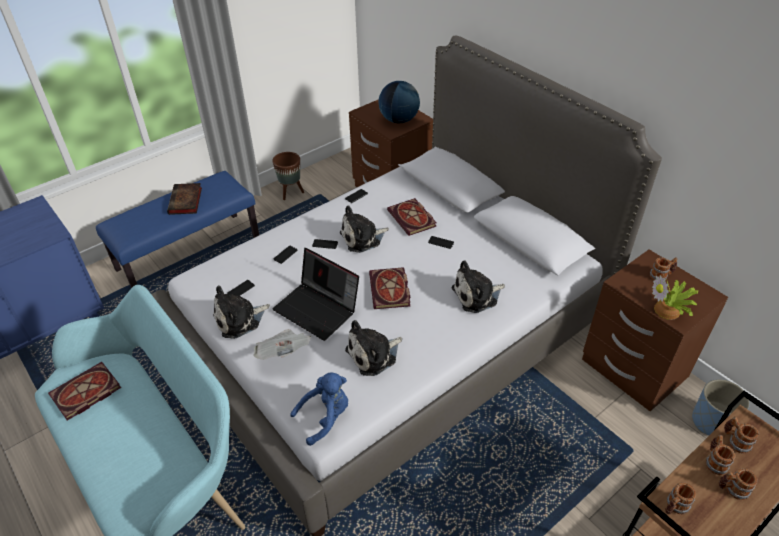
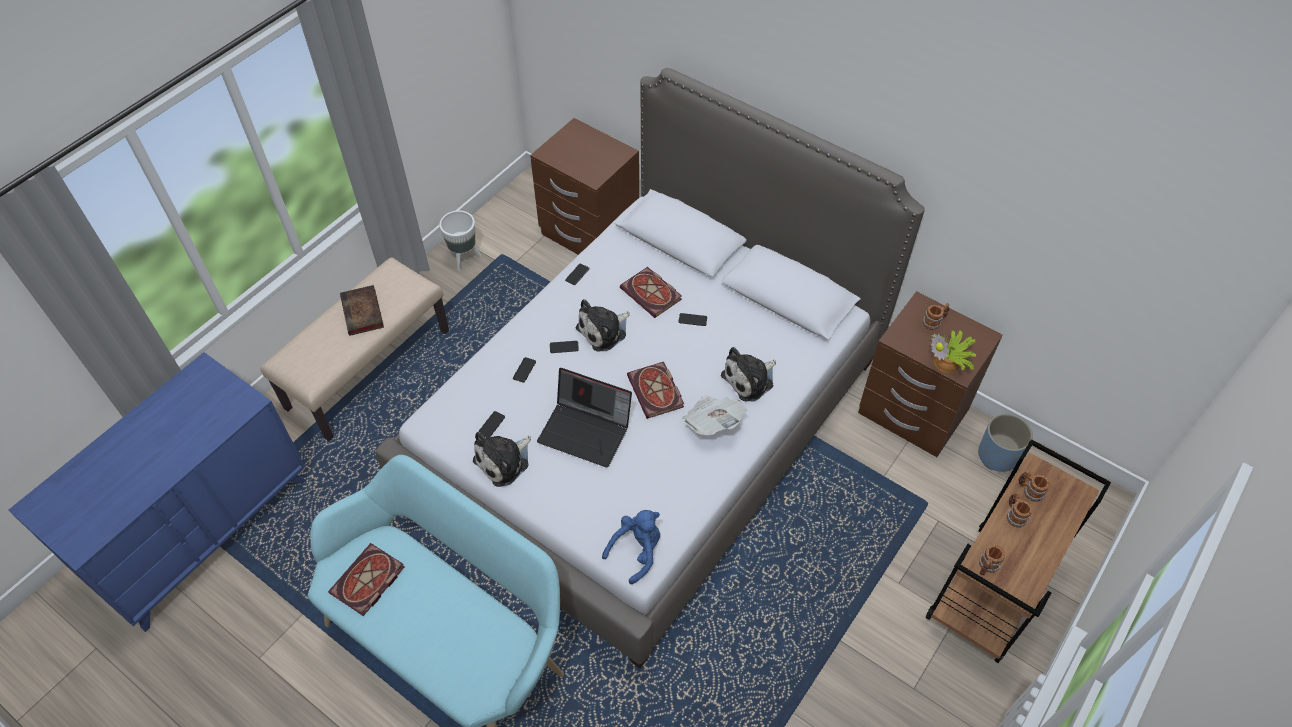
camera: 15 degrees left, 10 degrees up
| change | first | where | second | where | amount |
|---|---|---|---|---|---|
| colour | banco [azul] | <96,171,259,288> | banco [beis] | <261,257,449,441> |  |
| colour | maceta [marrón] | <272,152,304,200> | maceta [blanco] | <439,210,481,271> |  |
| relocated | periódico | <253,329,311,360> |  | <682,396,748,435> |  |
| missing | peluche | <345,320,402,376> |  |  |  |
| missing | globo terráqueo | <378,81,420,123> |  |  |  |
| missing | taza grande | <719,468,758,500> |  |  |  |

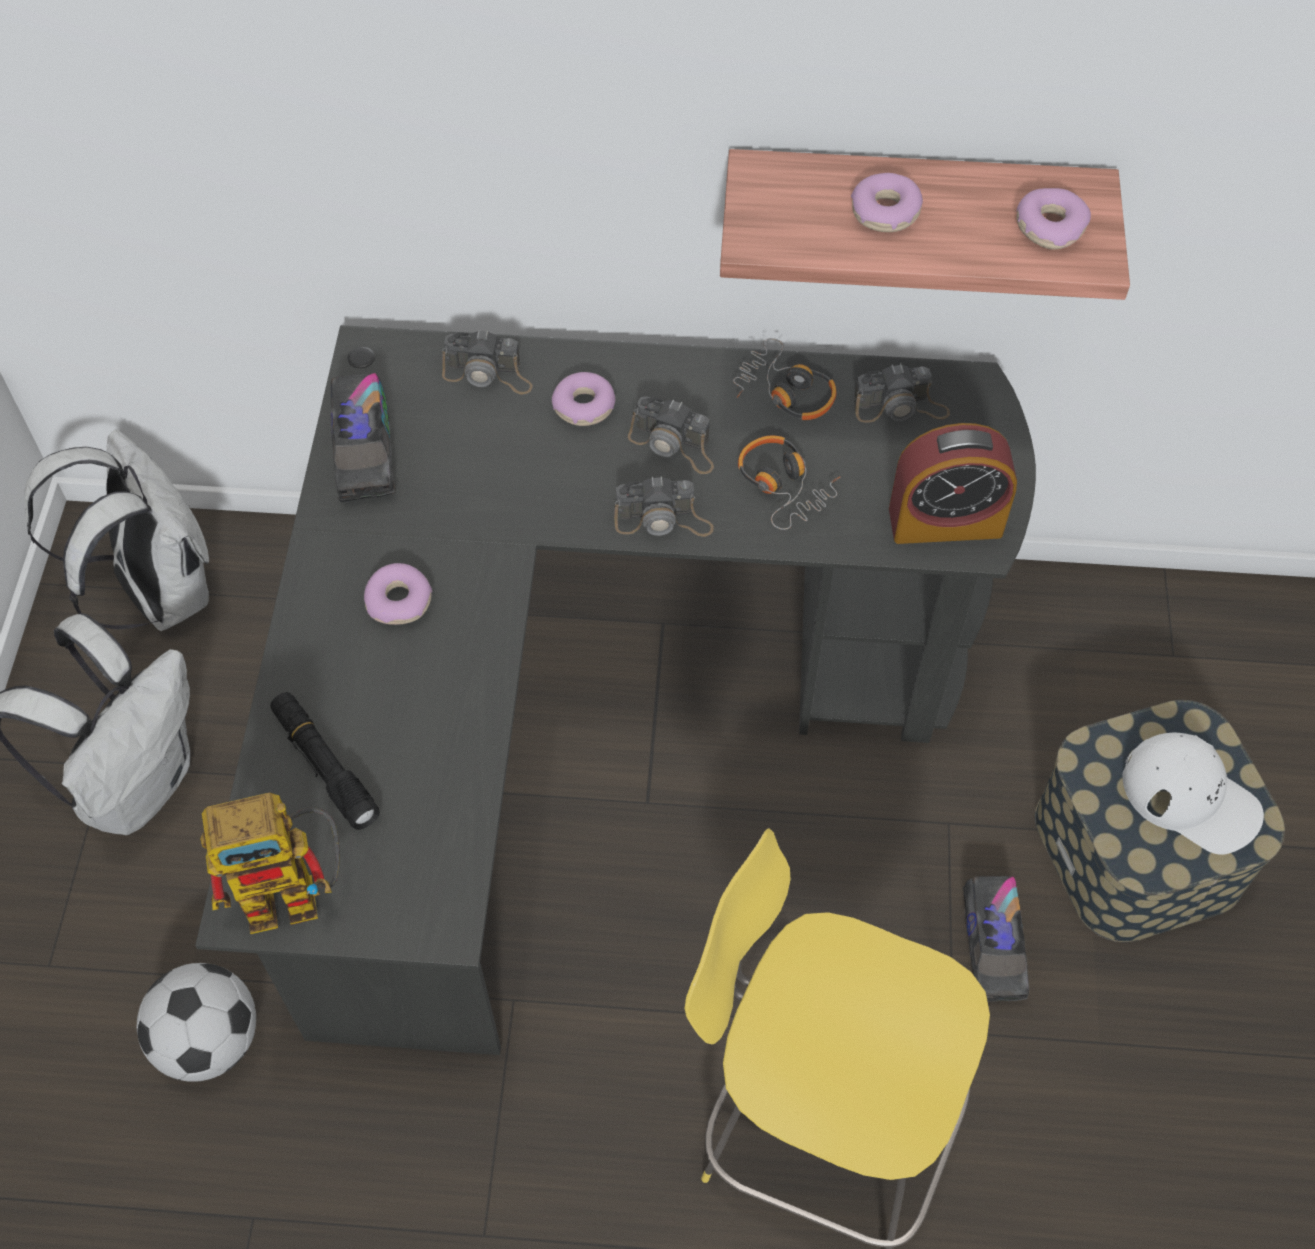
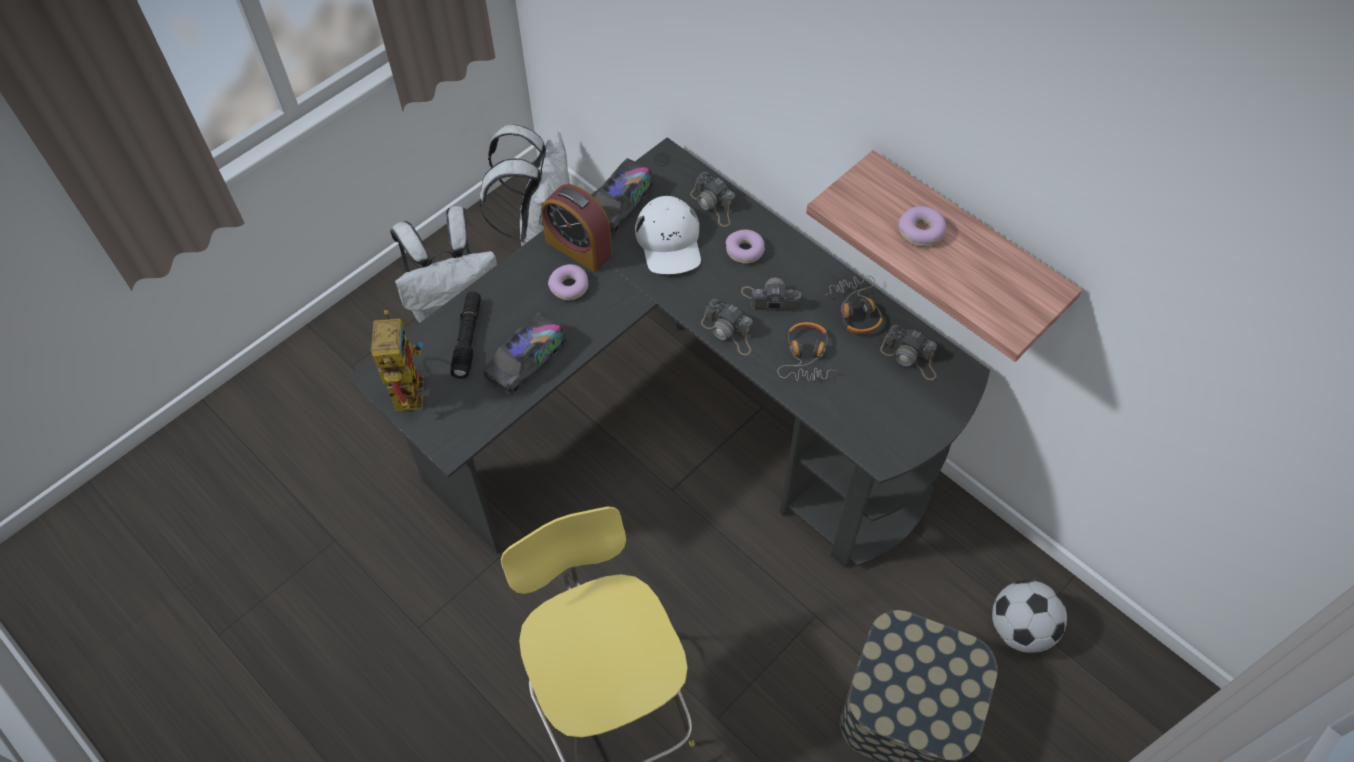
camera: 40 degrees right, 0 degrees up
| change | first | where | second | where | amount |
|---|---|---|---|---|---|
| spun | robot de juguete | <200,793,340,934> |  | <369,310,424,412> | 120 degrees counterclockwise |
| relocated | camión de juguete | <963,876,1029,1001> |  | <483,311,567,395> |  |
| relocated | despertador | <889,423,1017,544> |  | <541,184,612,272> |  |
| relocated | gorra [blanco] | <1123,733,1264,855> |  | <635,196,701,274> |  |
| spun | cámara | <628,396,714,474> |  | <741,278,802,312> | 120 degrees clockwise |
| relocated | balón de fútbol | <137,963,256,1082> |  | <992,580,1067,653> |  |
| missing | rosquilla | <1016,188,1091,250> |  |  |  |

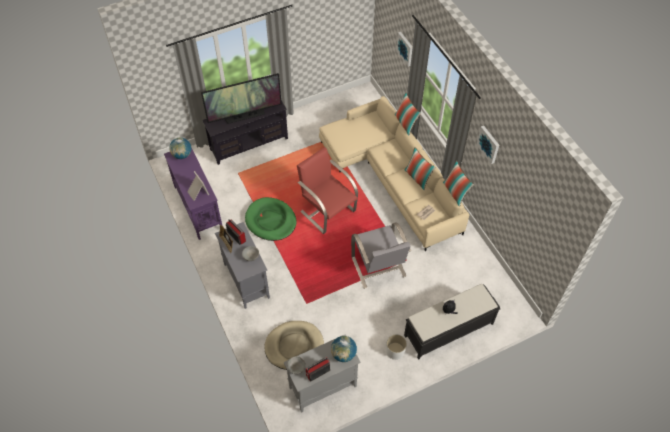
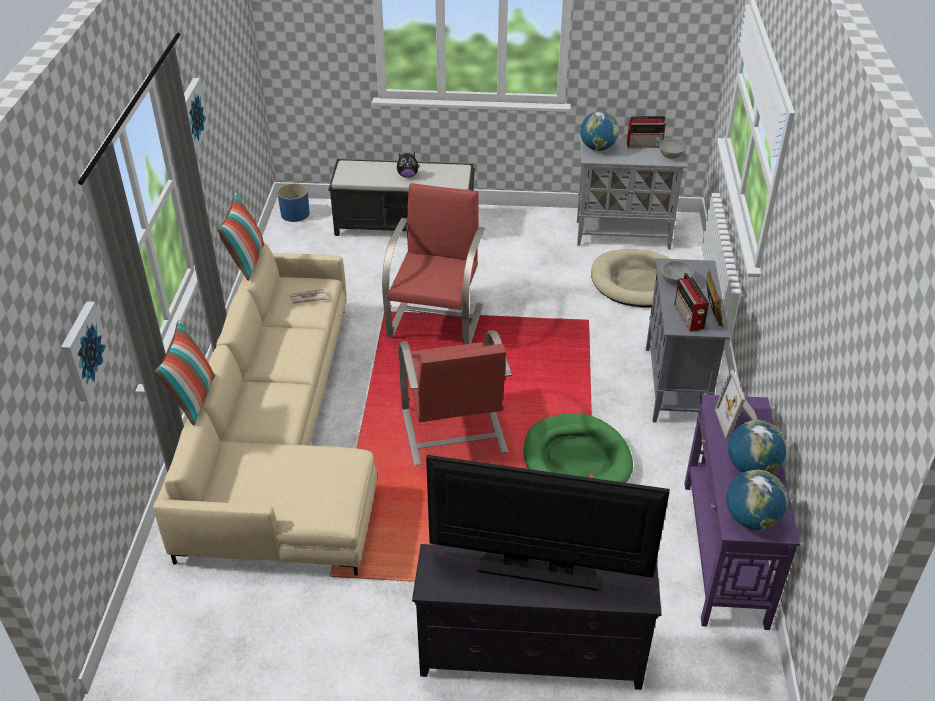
camera: 150 degrees left, 15 degrees down
| change | first | where | second | where | amount |
|---|---|---|---|---|---|
| appeared |  |  | maceta [azul] | <277,183,310,222> |  |
| colour | sillón [gris] | <351,222,411,289> | sillón [rojo] | <382,183,485,345> |  |
| appeared |  |  | globo terráqueo | <728,420,787,474> |  |
| missing | maceta [blanco] | <386,335,407,360> |  |  |  |
| missing | cojín | <404,147,436,190> |  |  |  |

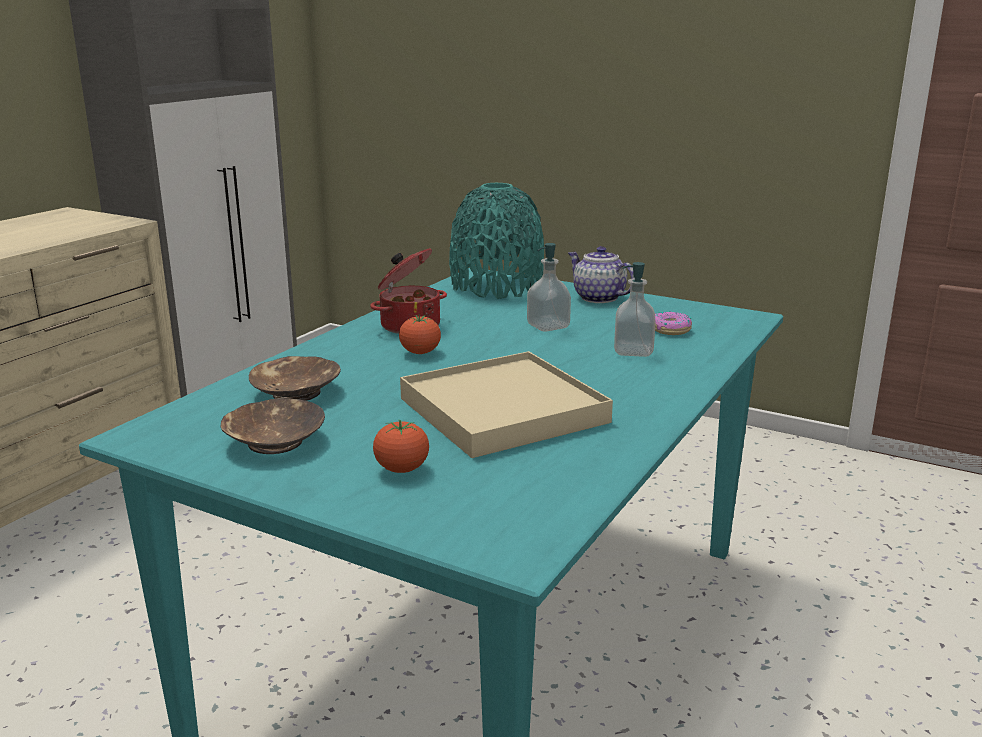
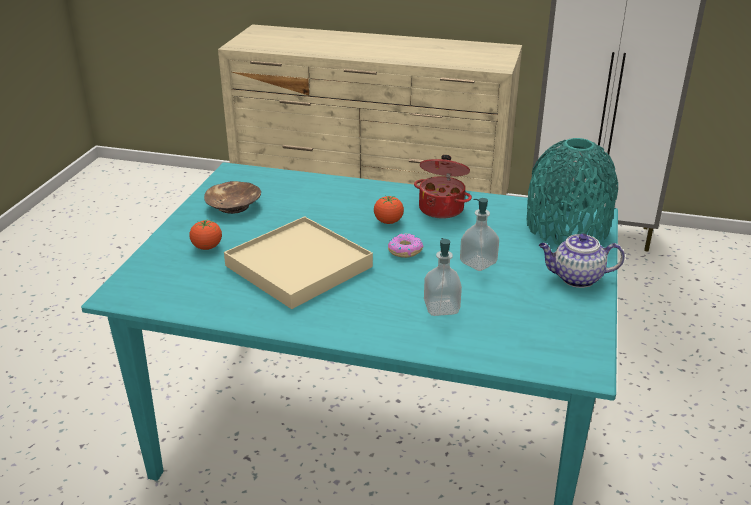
camera: 75 degrees right, 10 degrees up
| change | first | where | second | where | amount |
|---|---|---|---|---|---|
| relocated | rosquilla | <655,311,692,335> |  | <388,233,423,258> |  |
| spun | tetera | <568,246,634,303> |  | <539,234,625,288> | 120 degrees counterclockwise |
| missing | cuenco [marrón] | <249,356,341,401> |  |  |  |

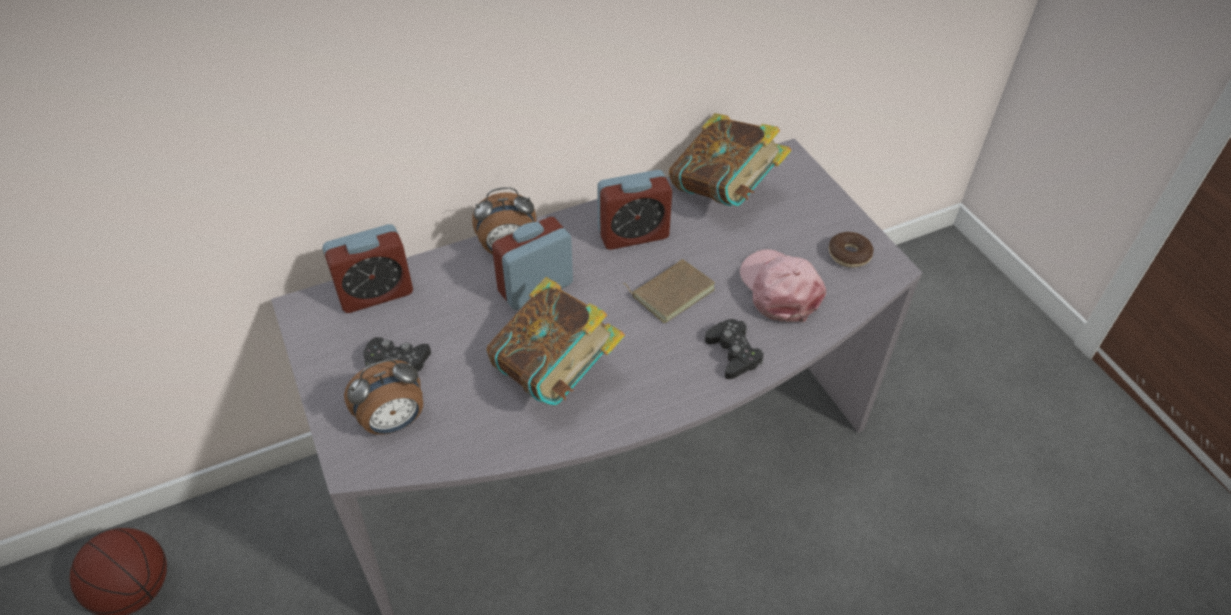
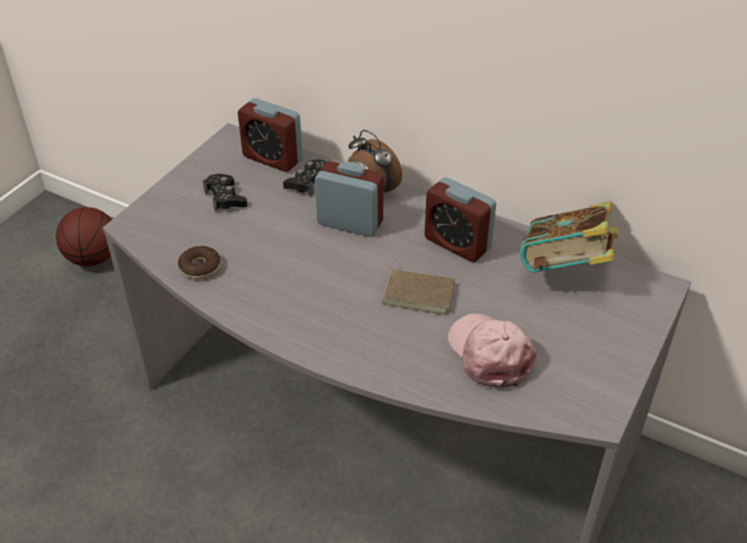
camera: 55 degrees right, 5 degrees down
| change | first | where | second | where | amount |
|---|---|---|---|---|---|
| relocated | rosquilla | <829,232,873,267> |  | <178,246,221,280> |  |
| relocated | mando de consola [negro] | <705,319,764,379> |  | <283,159,327,196> |  |
| spun | gorra [rosa] | <740,249,826,322> |  | <448,313,537,388> | 60 degrees counterclockwise |
| missing | despertador | <344,360,423,435> |  |  |  |
| missing | libro | <487,277,625,406> |  |  |  |

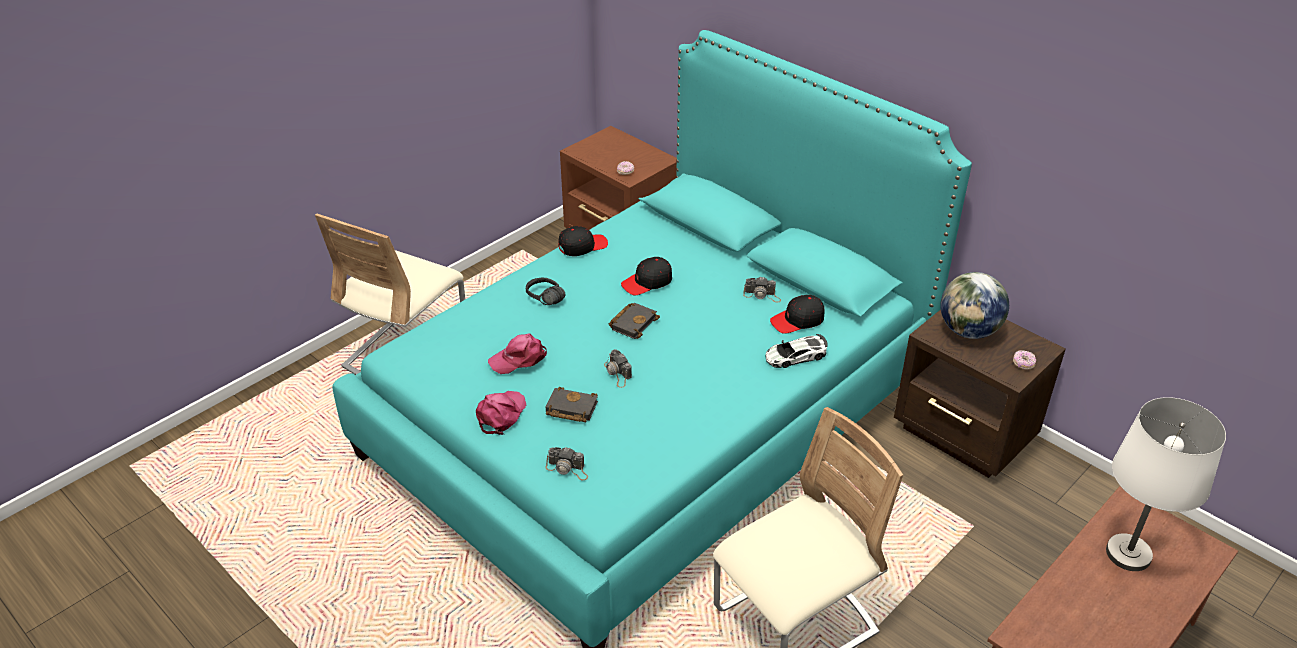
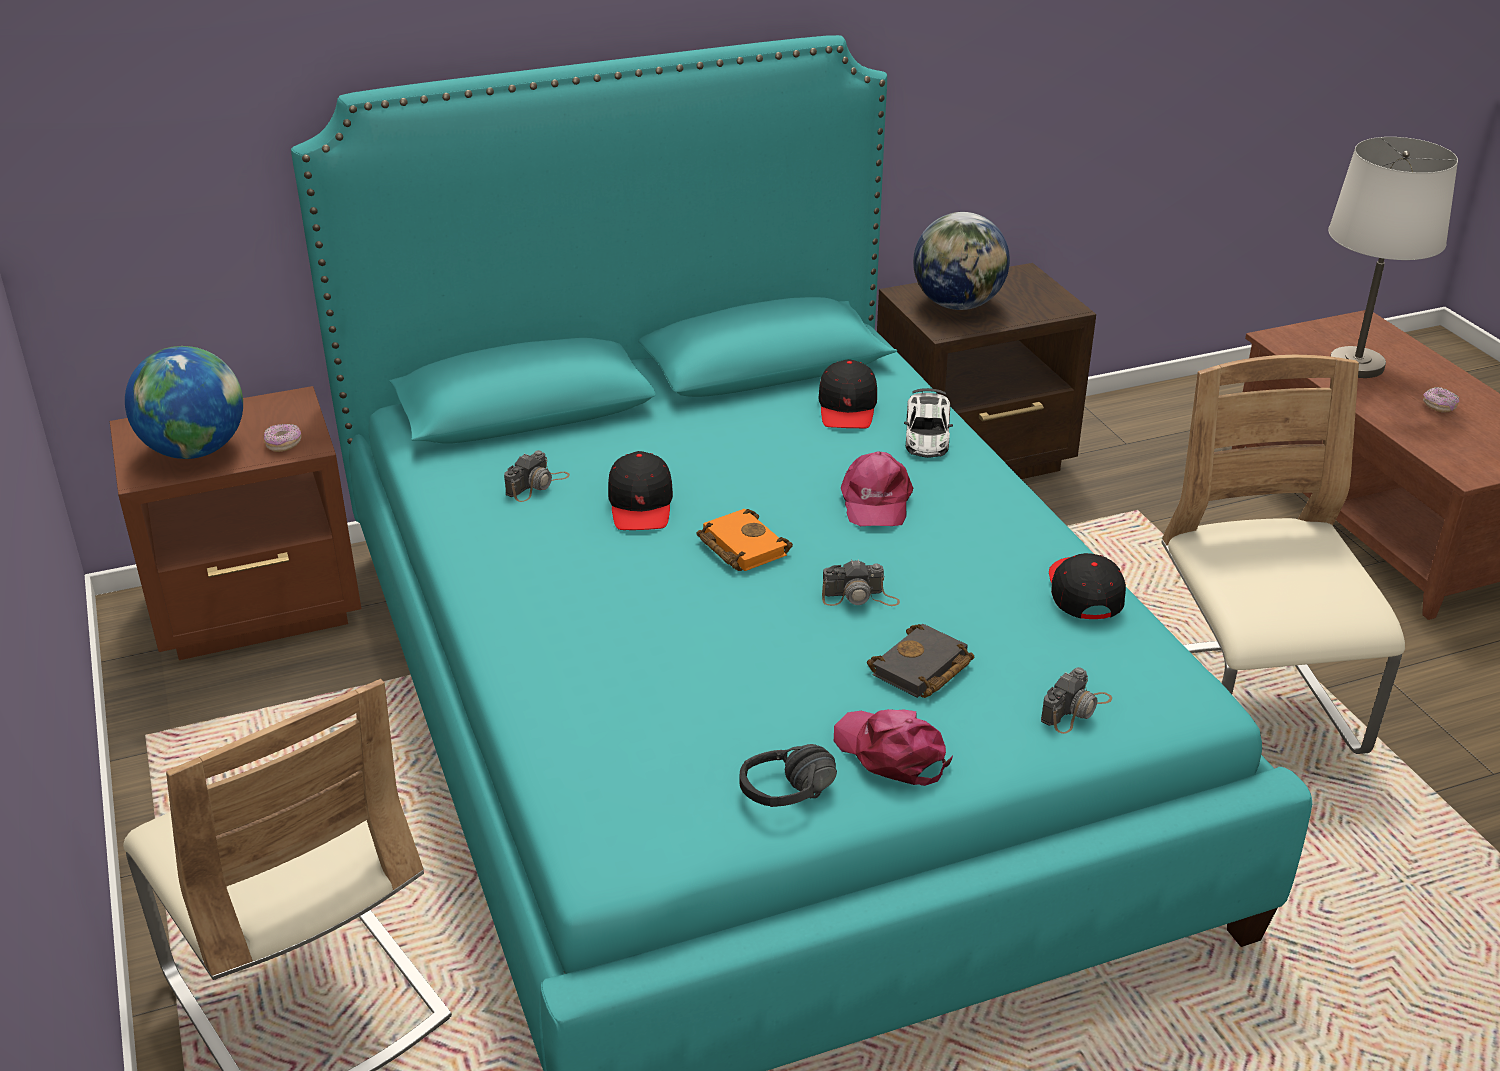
camera: 65 degrees left, 5 degrees down
| change | first | where | second | where | amount |
|---|---|---|---|---|---|
| appeared |  |  | globo terráqueo | <125,346,243,459> |  |
| relocated | cámara | <743,276,781,302> |  | <504,450,570,502> |  |
| colour | libro [negro] | <609,303,660,339> | libro [naranja] | <696,509,793,571> |  |
| relocated | auriculares [negro] | <526,278,565,305> |  | <739,744,837,807> |  |
| relocated | gorra [rosa] | <488,333,547,374> |  | <841,451,913,526> |  |
| relocated | gorra [negro] | <558,226,608,256> |  | <1049,553,1126,619> |  |
| relocated | rosquilla | <1013,350,1036,370> |  | <1423,387,1459,412> |  |

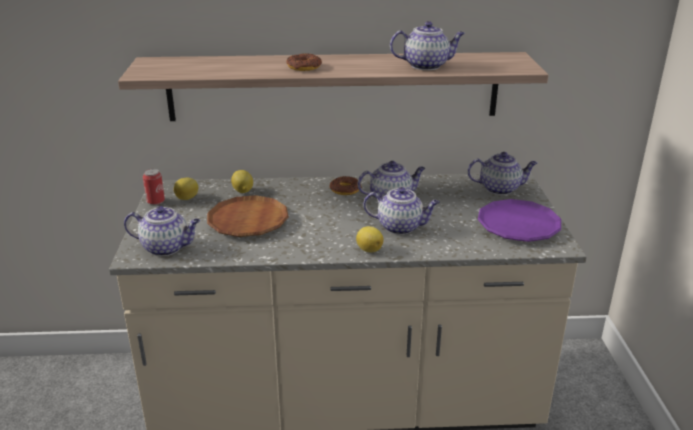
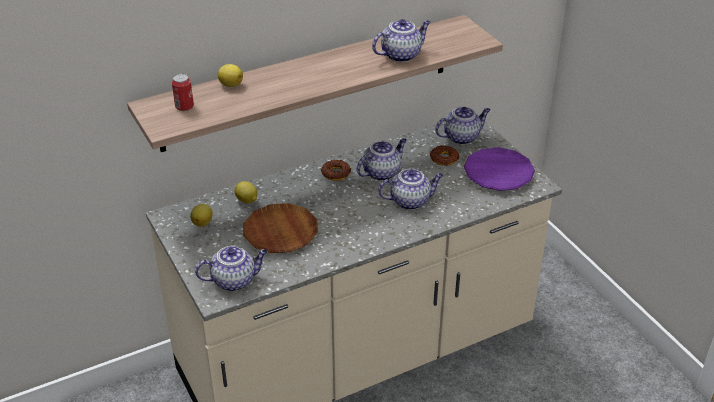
camera: 25 degrees left, 10 degrees up
| change | first | where | second | where | amount |
|---|---|---|---|---|---|
| relocated | lata | <143,169,165,205> |  | <172,74,194,111> |  |
| relocated | limón | <356,226,384,252> |  | <218,64,243,87> |  |
| relocated | rosquilla | <286,53,322,71> |  | <430,145,459,166> |  |

